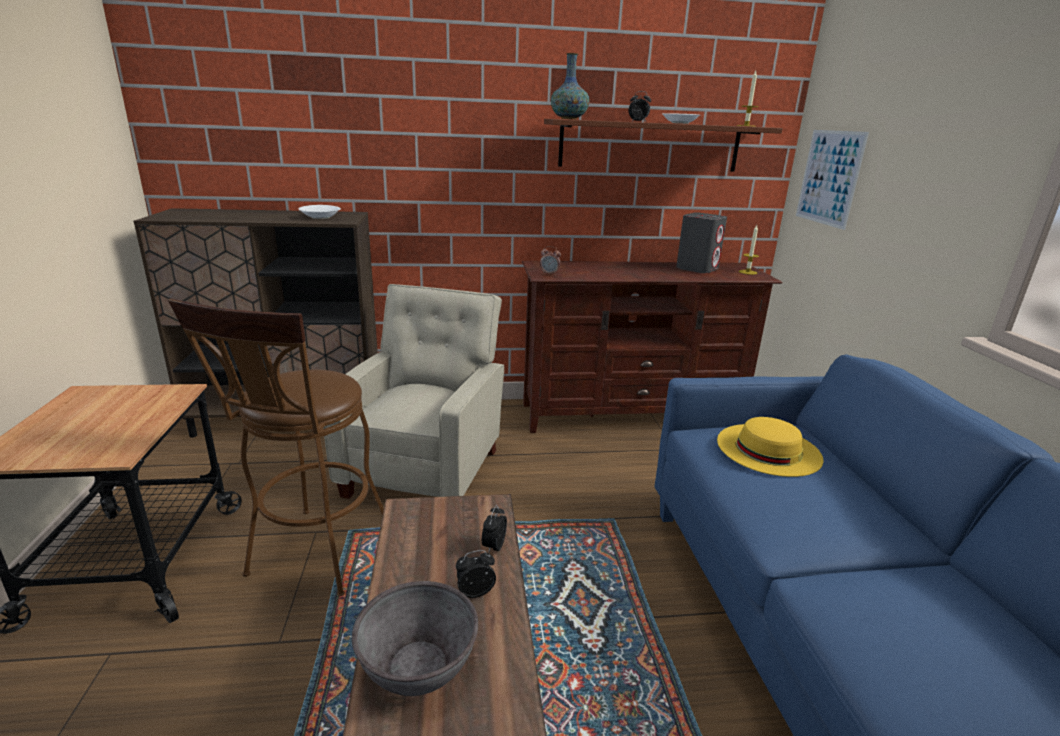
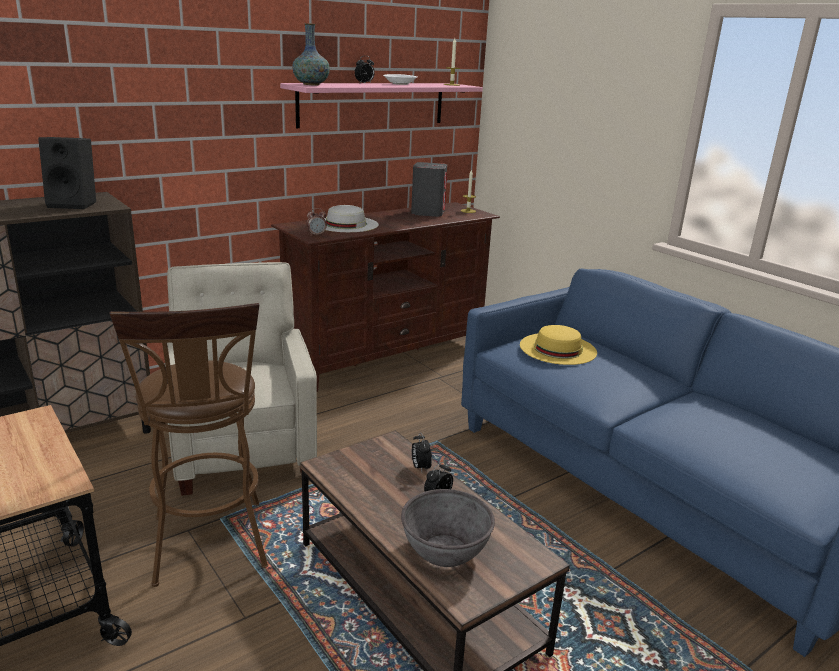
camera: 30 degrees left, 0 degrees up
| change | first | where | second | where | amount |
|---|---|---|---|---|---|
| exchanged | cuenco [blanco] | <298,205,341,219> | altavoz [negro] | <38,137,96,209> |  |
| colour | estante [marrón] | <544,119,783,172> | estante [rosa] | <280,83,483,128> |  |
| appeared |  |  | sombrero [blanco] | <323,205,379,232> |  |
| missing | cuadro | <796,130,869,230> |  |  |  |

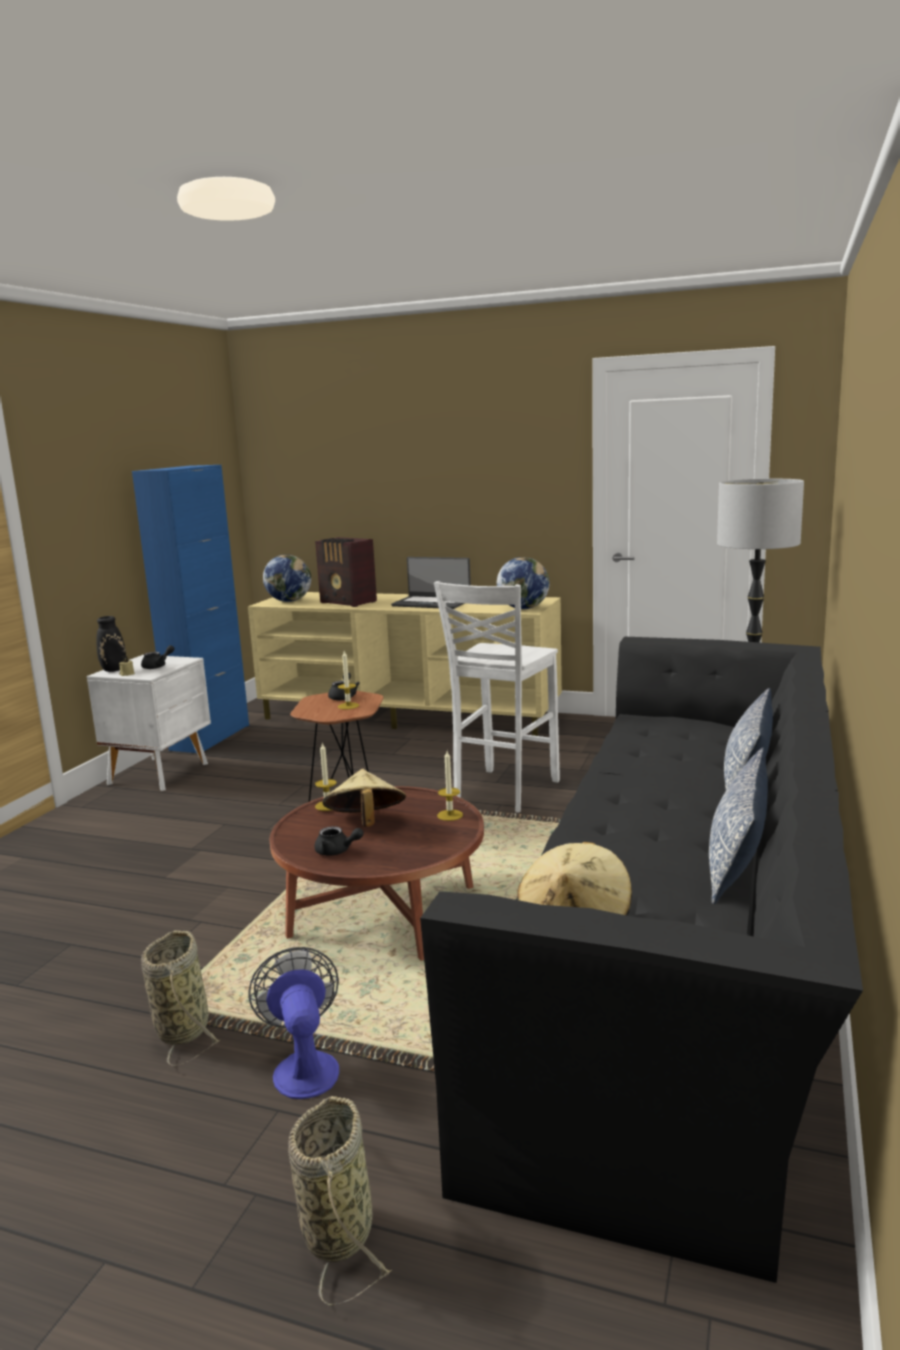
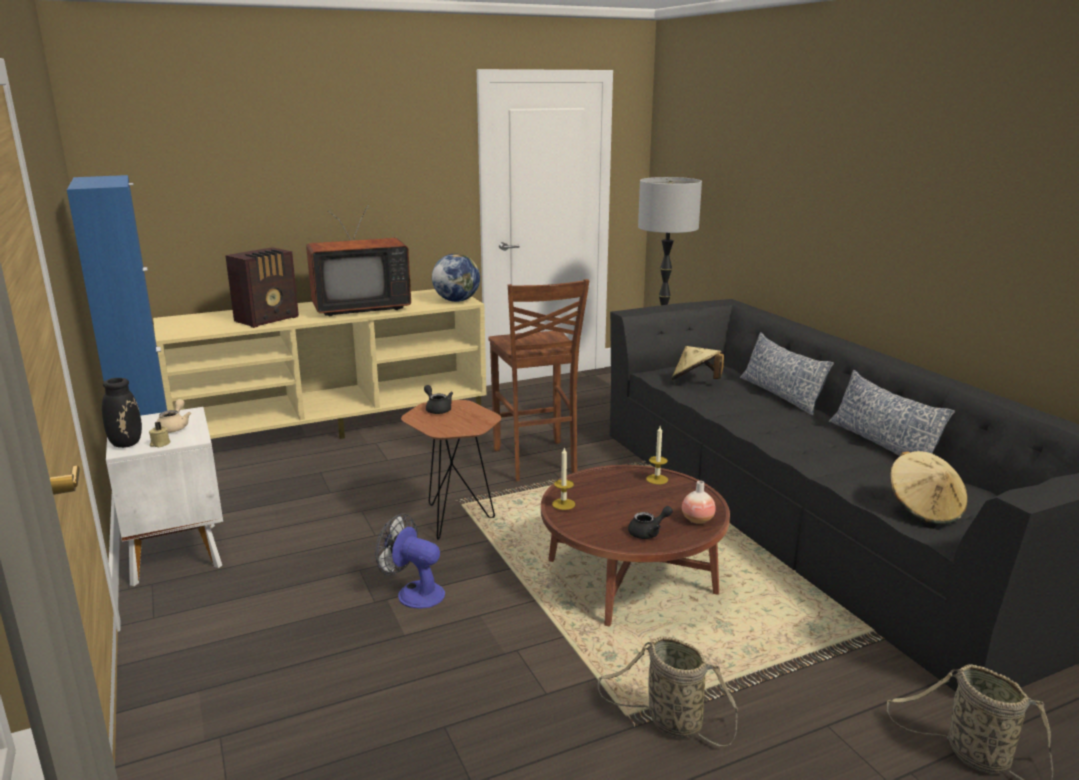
camera: 45 degrees left, 5 degrees up
| change | first | where | second | where | amount |
|---|---|---|---|---|---|
| colour | tetera [negro] | <141,645,174,669> | tetera [beis] | <157,399,191,433> |  |
| spun | radio | <315,537,377,607> |  | <225,247,299,328> | 45 degrees counterclockwise |
| exchanged | portátil | <391,557,471,609> | televisor | <306,205,411,316> |  |
| relocated | ventilador | <248,947,340,1099> |  | <375,513,445,609> |  |
| colour | taburete [blanco] | <434,581,560,813> | taburete [marrón] | <488,279,589,481> |  |
| relocated | sombrero [beis] | <323,769,406,827> |  | <671,346,724,380> |  |
| appeared |  |  | florero | <682,481,716,524> |  |
| missing | globo terráqueo | <263,554,311,602> |  |  |  |
| missing | vela | <338,651,359,710> |  |  |  |

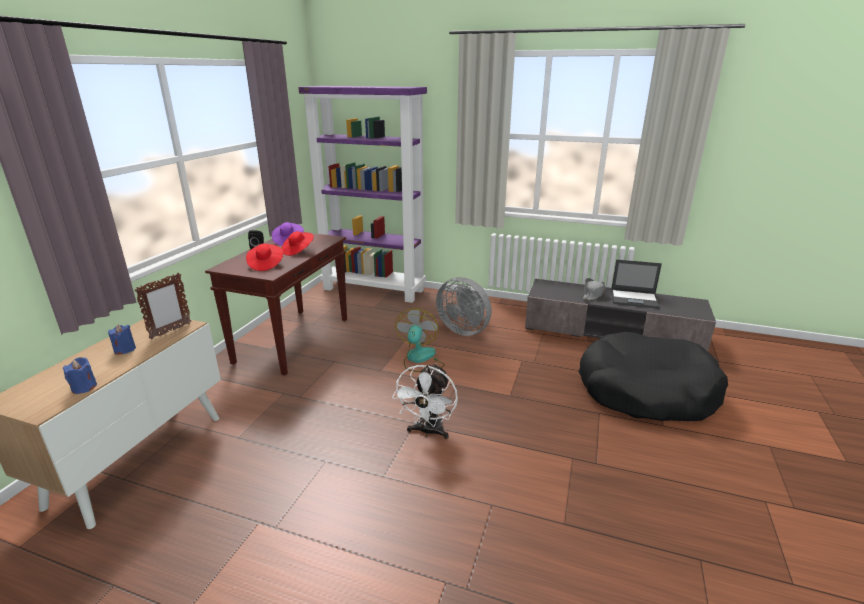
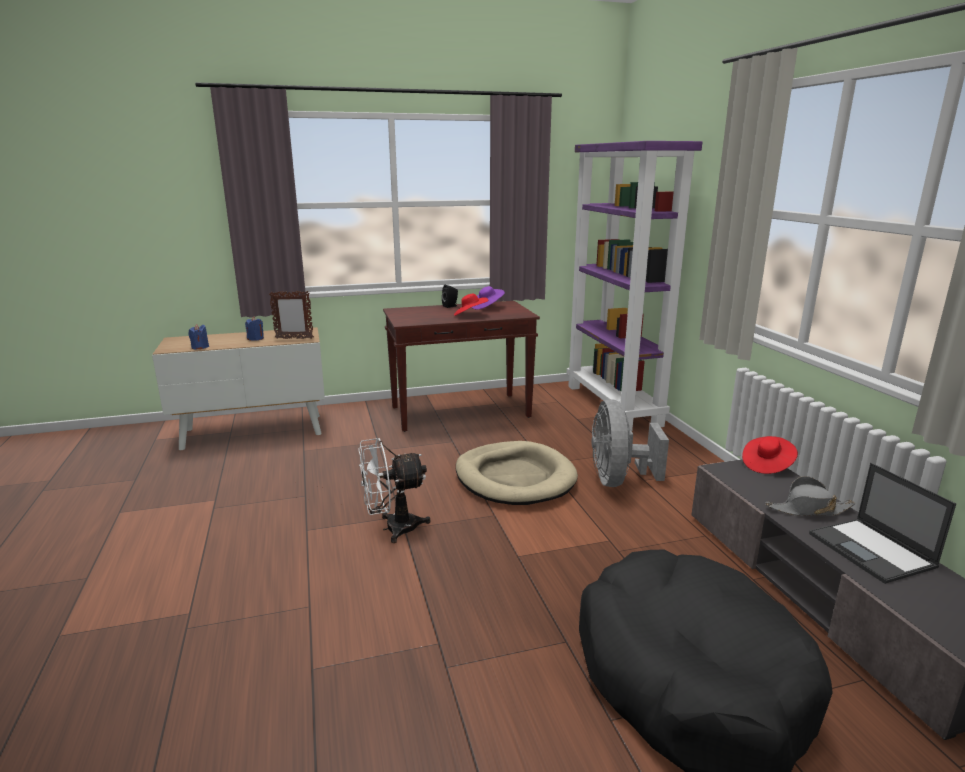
camera: 55 degrees right, 5 degrees down
| change | first | where | second | where | amount |
|---|---|---|---|---|---|
| exchanged | ventilador | <395,308,445,372> | cama para perro [beis] | <456,441,578,505> |  |
| relocated | sombrero [rojo] | <246,244,283,271> |  | <742,436,798,474> |  |

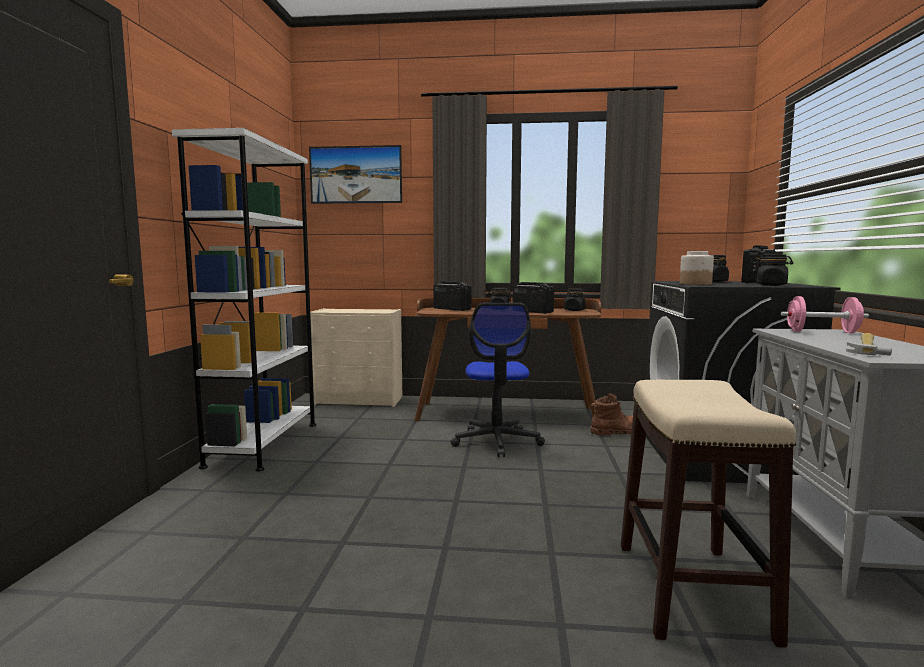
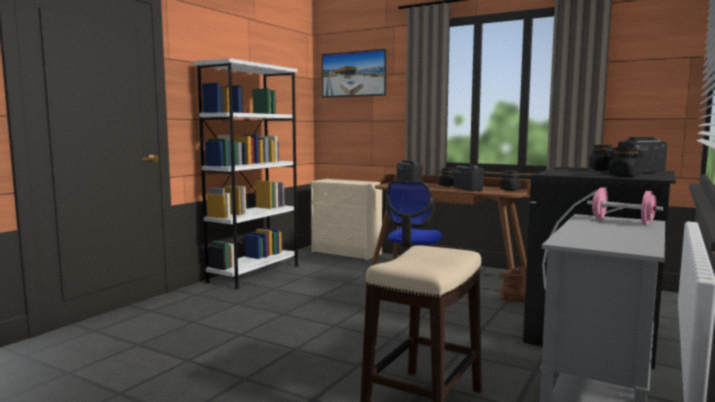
camera: 25 degrees right, 0 degrees up
| change | first | where | second | where | amount |
|---|---|---|---|---|---|
| missing | tarro | <680,251,714,285> |  |  |  |
| missing | martillo | <846,333,892,356> |  |  |  |

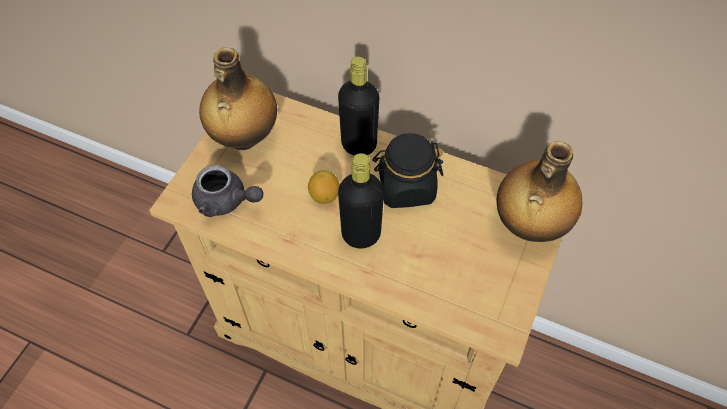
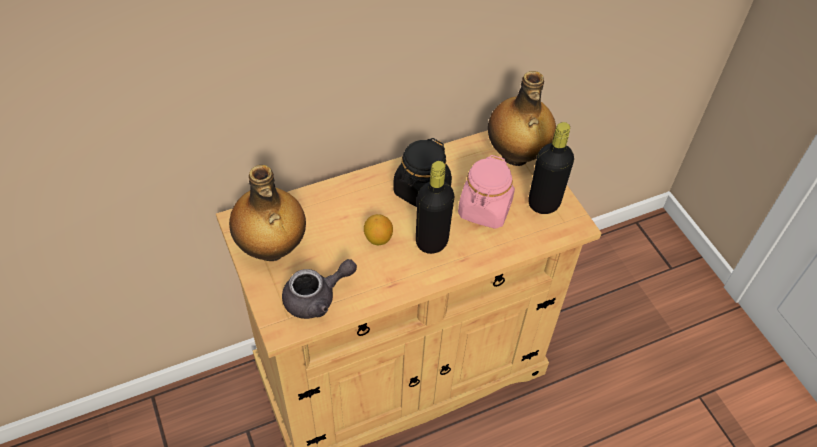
camera: 50 degrees left, 5 degrees down
| change | first | where | second | where | amount |
|---|---|---|---|---|---|
| appeared |  |  | tarro [rosa] | <458,155,515,229> |  |
| relocated | botella [negro] | <338,56,379,155> |  | <528,122,574,214> |  |

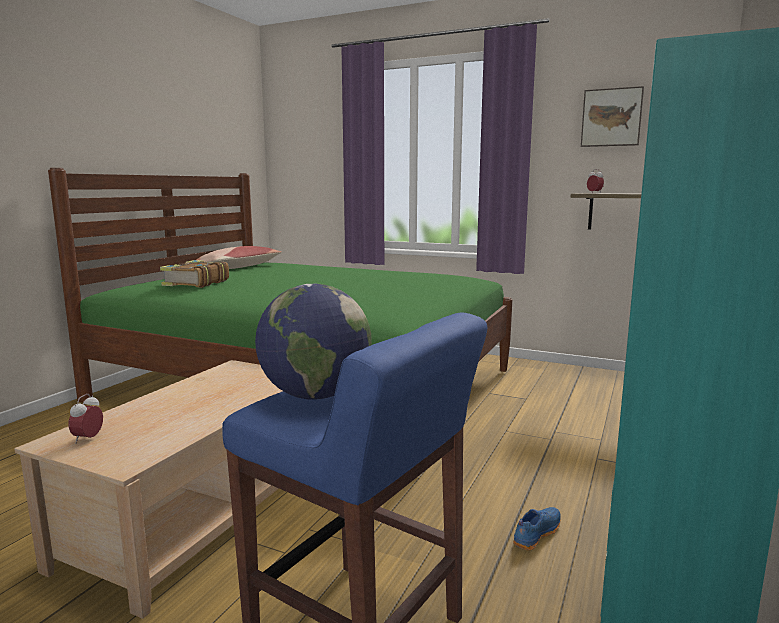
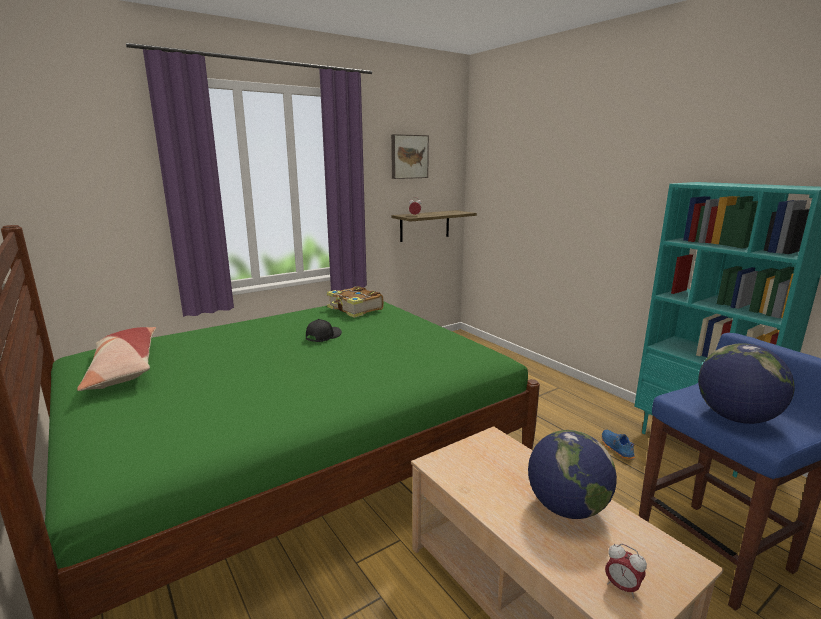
camera: 60 degrees left, 5 degrees up
| change | first | where | second | where | amount |
|---|---|---|---|---|---|
| appeared |  |  | gorra [negro] | <306,319,342,342> |  |
| relocated | libro | <160,260,229,288> |  | <327,286,384,318> |  |
| appeared |  |  | globo terráqueo | <528,430,617,519> |  |

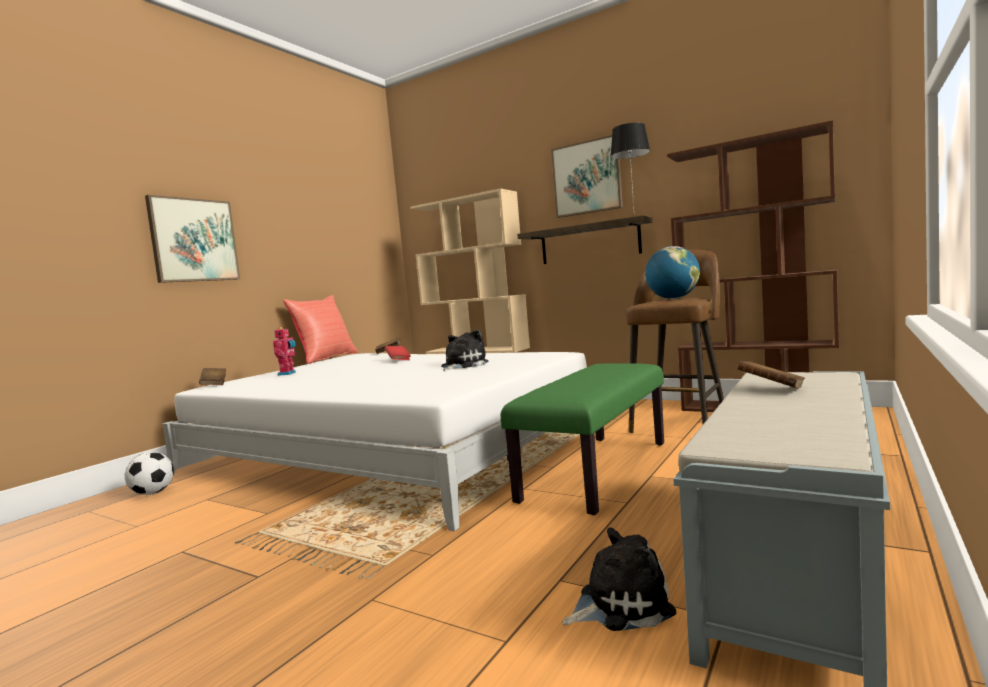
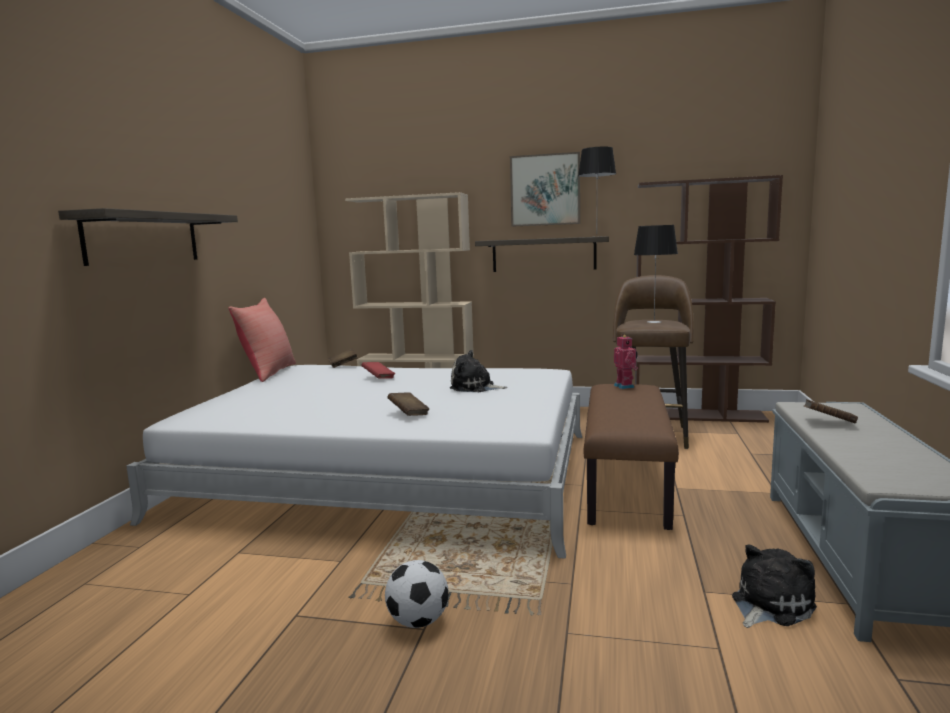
camera: 20 degrees left, 5 degrees up
| change | first | where | second | where | amount |
|---|---|---|---|---|---|
| exchanged | cuadro | <145,195,240,283> | estante | <58,208,238,266> |  |
| relocated | balón de fútbol | <125,452,174,495> |  | <385,560,449,628> |  |
| relocated | libro [marrón] | <199,368,226,385> |  | <387,392,430,416> |  |
| spun | peluche | <441,330,489,371> |  | <450,350,507,392> | 90 degrees counterclockwise |
| colour | banco [verde] | <500,363,664,515> | banco [marrón] | <584,384,679,530> |  |
| relocated | robot de juguete | <273,327,297,376> |  | <614,335,638,389> |  |
| exchanged | globo terráqueo | <645,246,700,299> | lámpara de mesa | <634,225,678,323> |  |

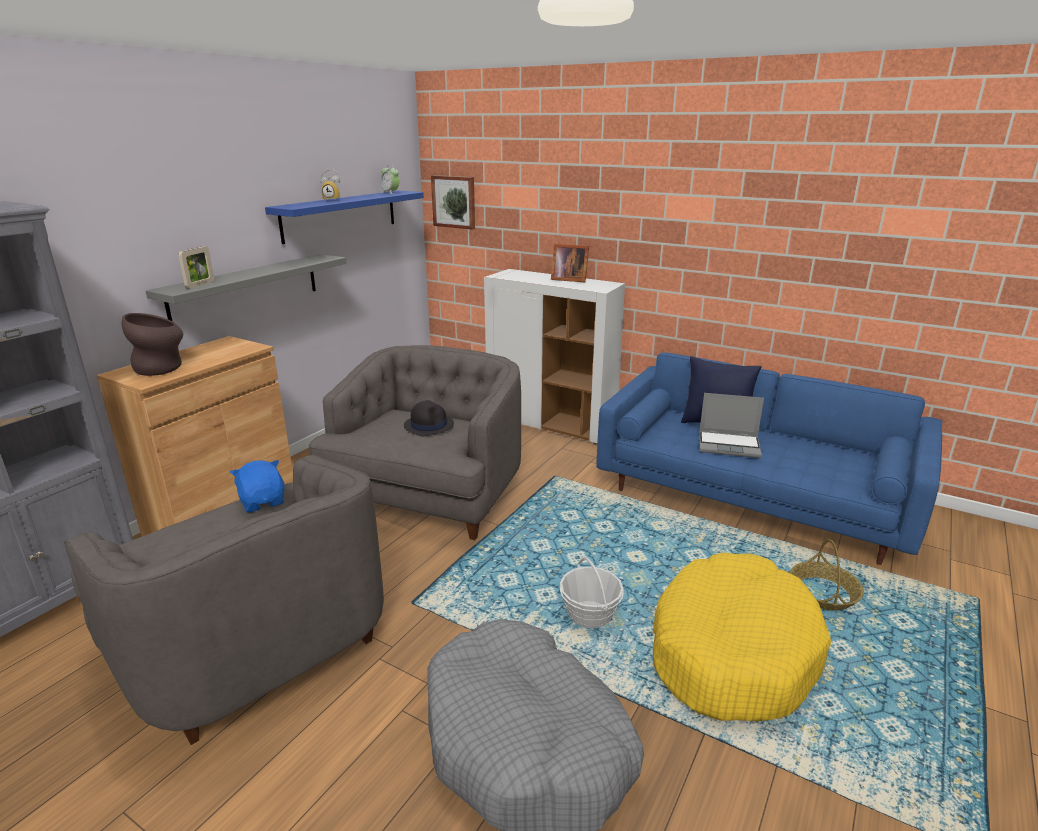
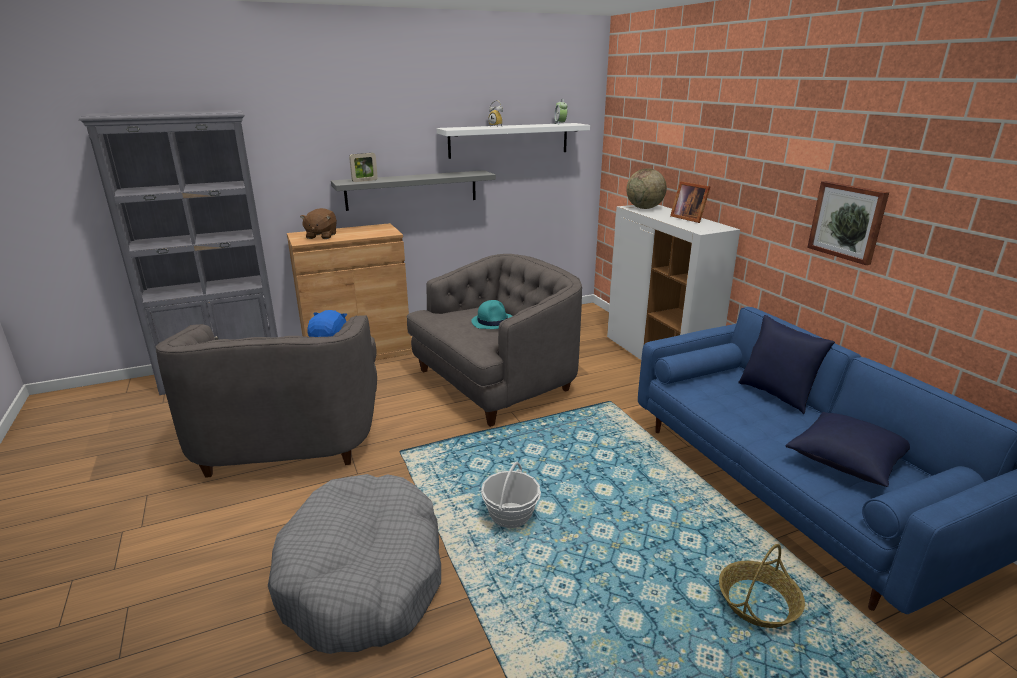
camera: 35 degrees right, 0 degrees up
| change | first | where | second | where | amount |
|---|---|---|---|---|---|
| exchanged | florero [marrón] | <122,313,183,376> | peluche [marrón] | <300,208,337,239> |  |
| colour | estante [azul] | <265,191,424,244> | estante [blanco] | <437,123,590,159> |  |
| colour | sombrero [negro] | <404,400,454,436> | sombrero [turquesa] | <471,300,512,329> |  |
| appeared |  |  | globo terráqueo | <626,168,667,209> |  |
| appeared |  |  | cojín [azul] | <785,412,910,487> |  |
| relocated | cuadro | <431,175,475,230> |  | <807,181,889,265> |  |
| missing | cama para perro [amarillo] | <653,552,831,721> |  |  |  |
| missing | portátil | <699,393,764,458> |  |  |  |

